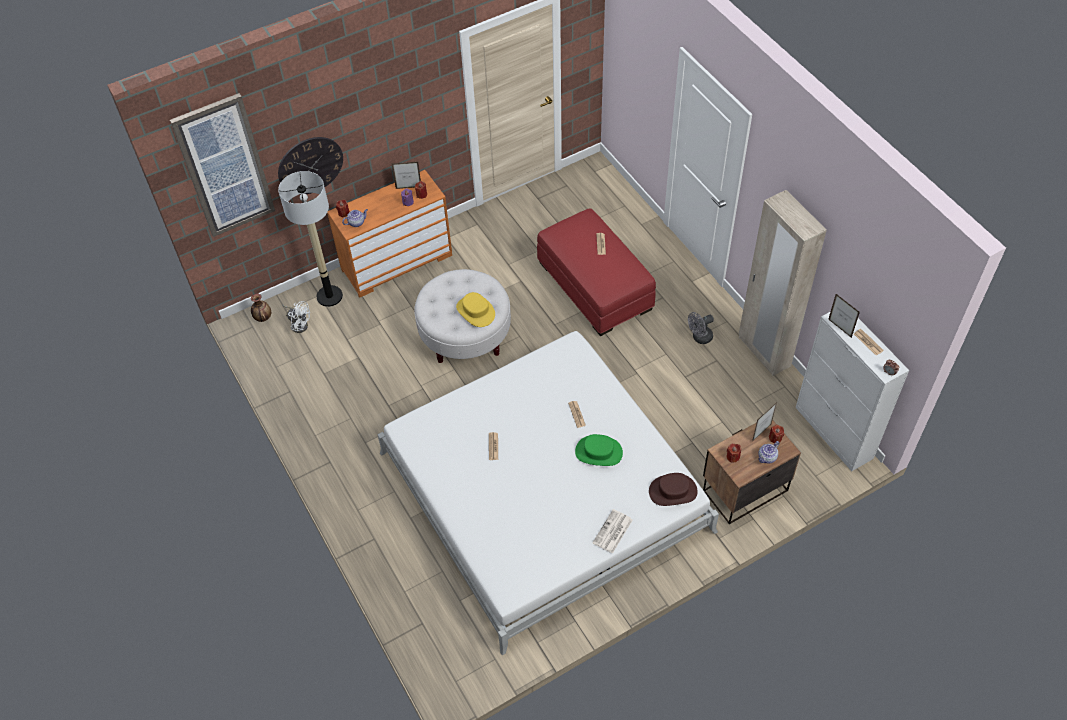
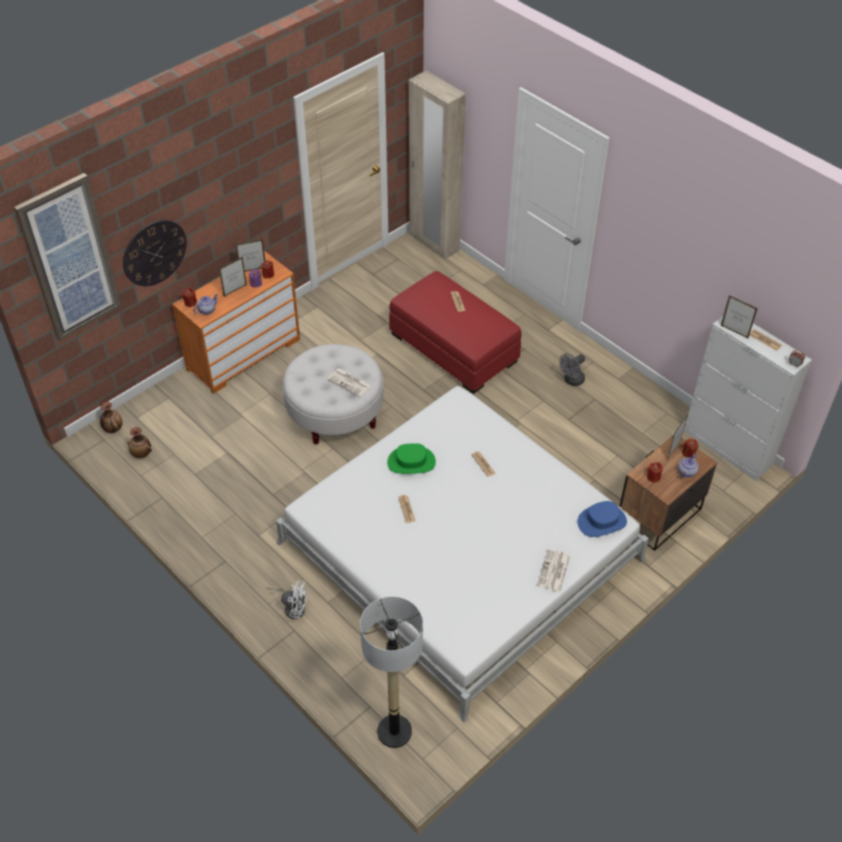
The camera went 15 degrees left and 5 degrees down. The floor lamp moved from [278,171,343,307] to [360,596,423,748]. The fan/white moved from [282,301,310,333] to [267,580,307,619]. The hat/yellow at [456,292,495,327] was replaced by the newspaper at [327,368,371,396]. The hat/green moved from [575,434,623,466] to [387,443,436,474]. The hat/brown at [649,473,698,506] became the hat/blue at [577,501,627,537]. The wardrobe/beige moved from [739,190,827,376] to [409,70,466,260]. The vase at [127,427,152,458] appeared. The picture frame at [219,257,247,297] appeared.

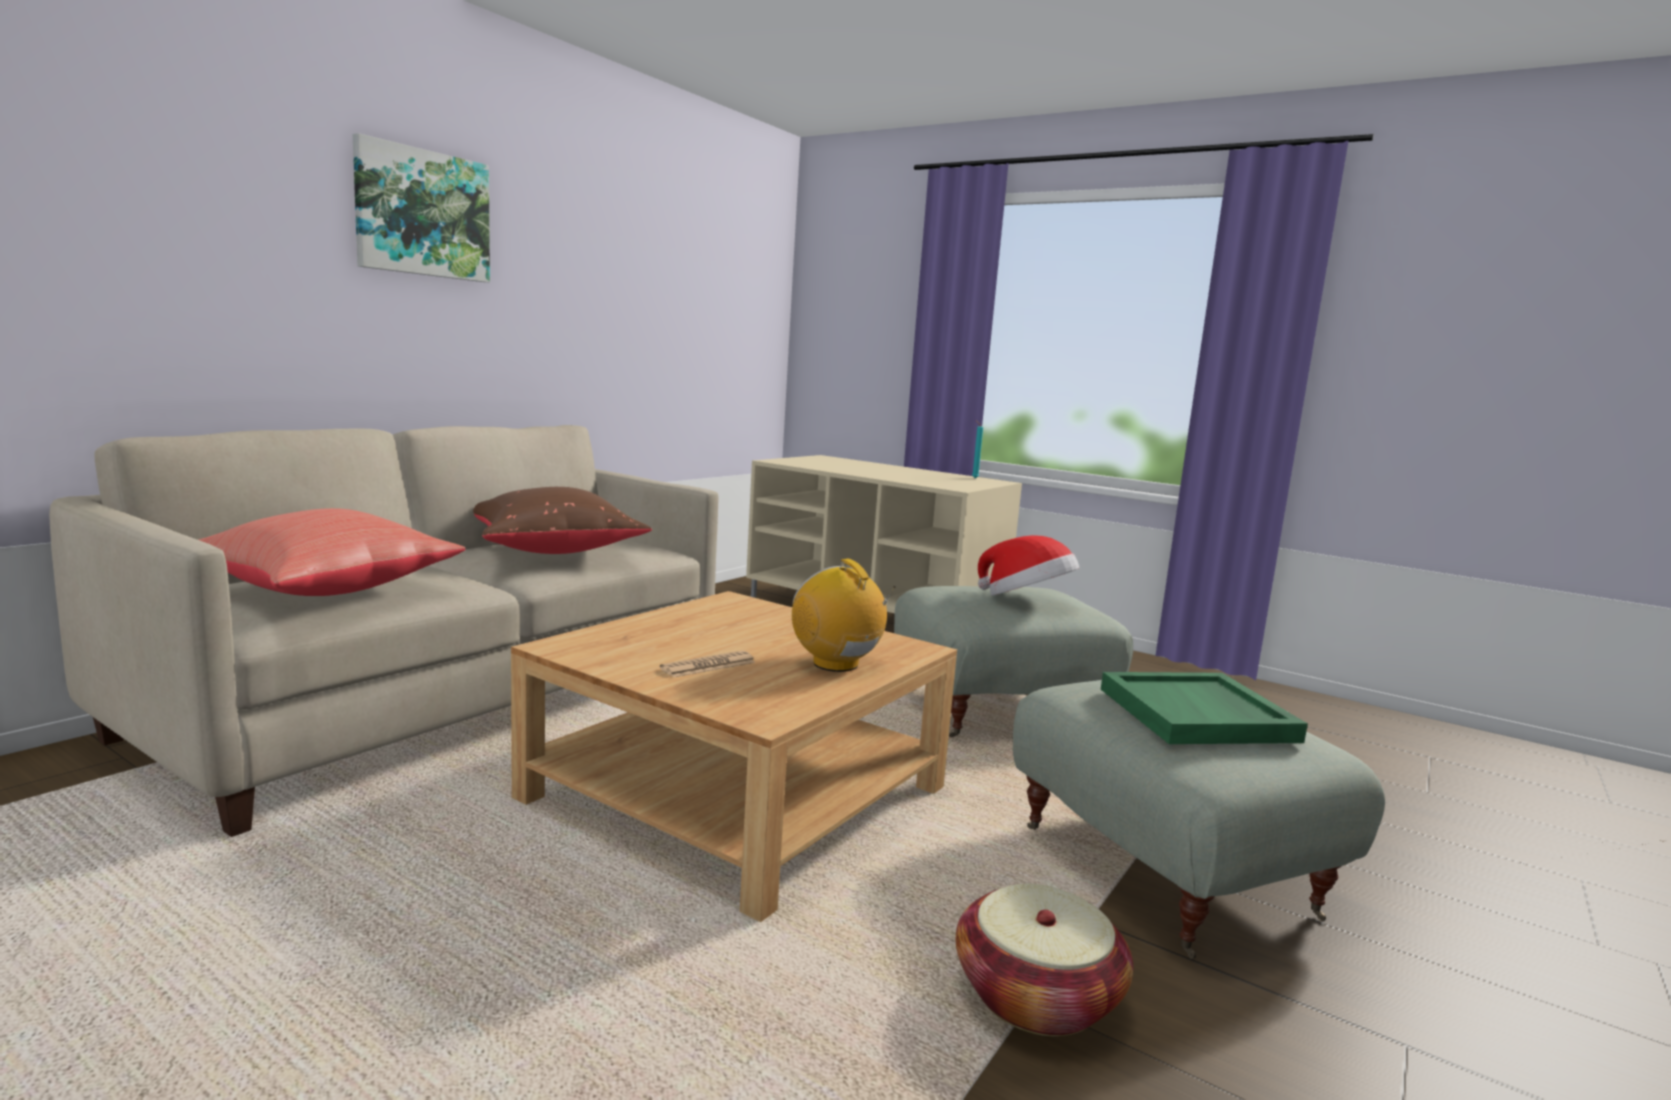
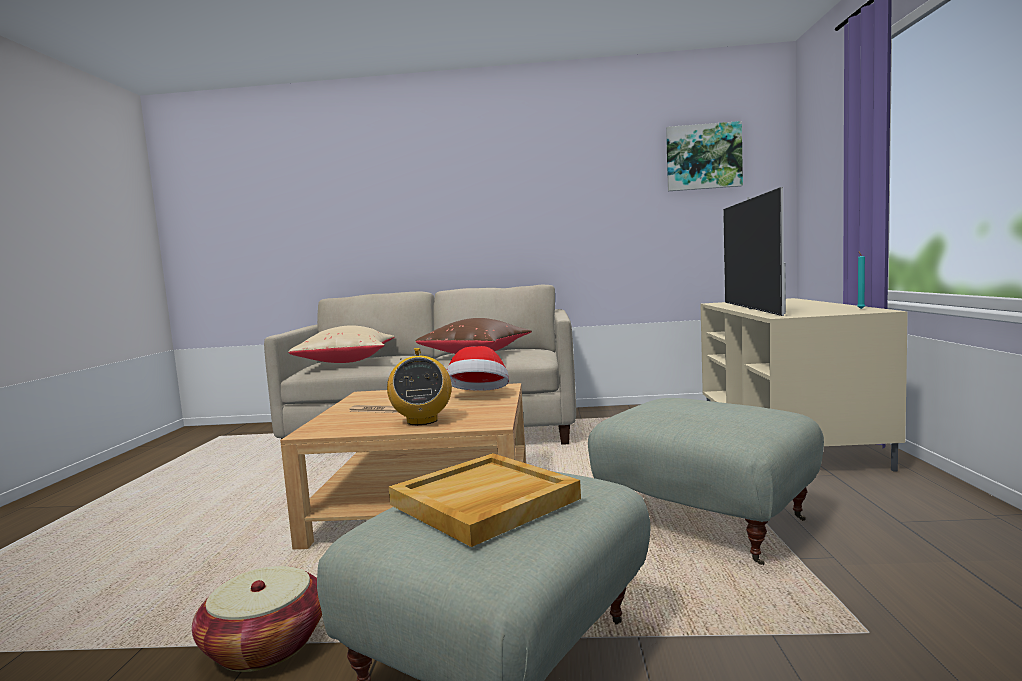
The camera went 60 degrees right and 5 degrees down. The pillow/red at [198,508,465,596] became the pillow/beige at [288,325,395,363]. The picture moved from [353,133,490,282] to [666,121,743,191]. The radio at [792,558,896,672] turned 150 degrees clockwise. The hat moved from [978,535,1079,595] to [447,346,509,391]. The tray/green at [1101,672,1308,744] became the tray/beige at [389,453,581,547]. The television at [723,187,786,316] appeared.

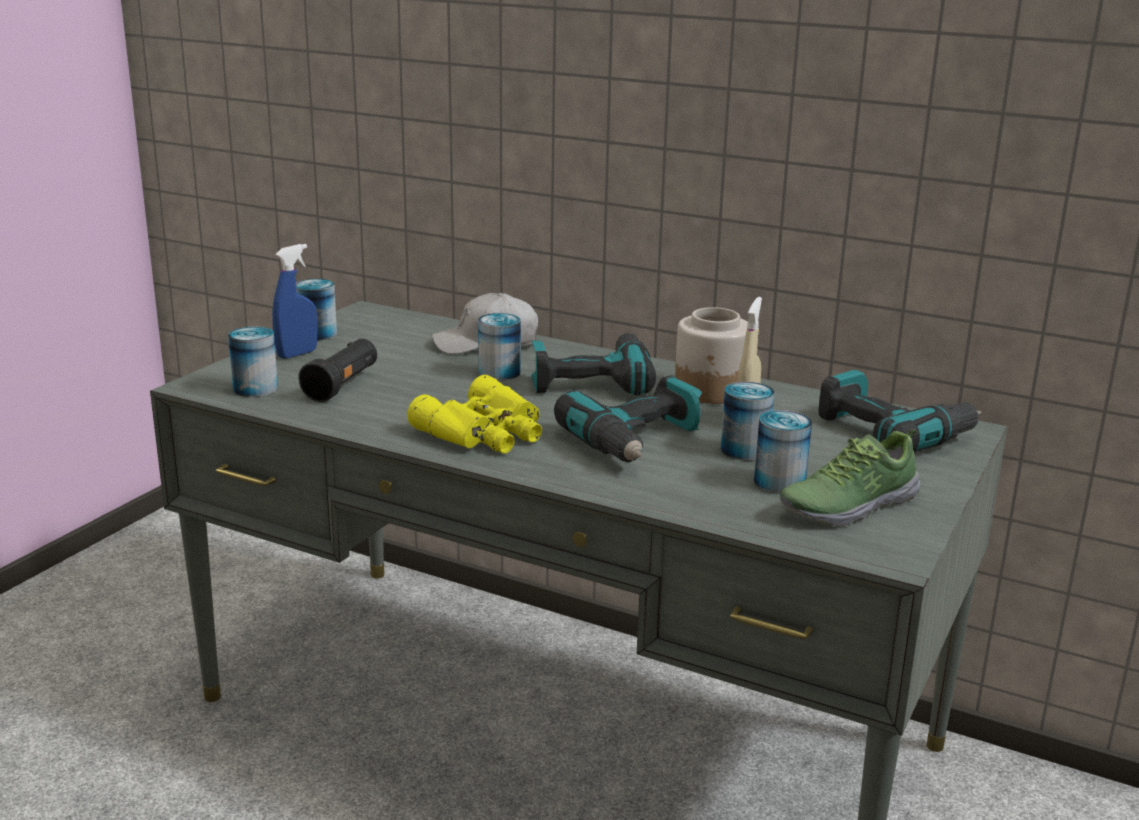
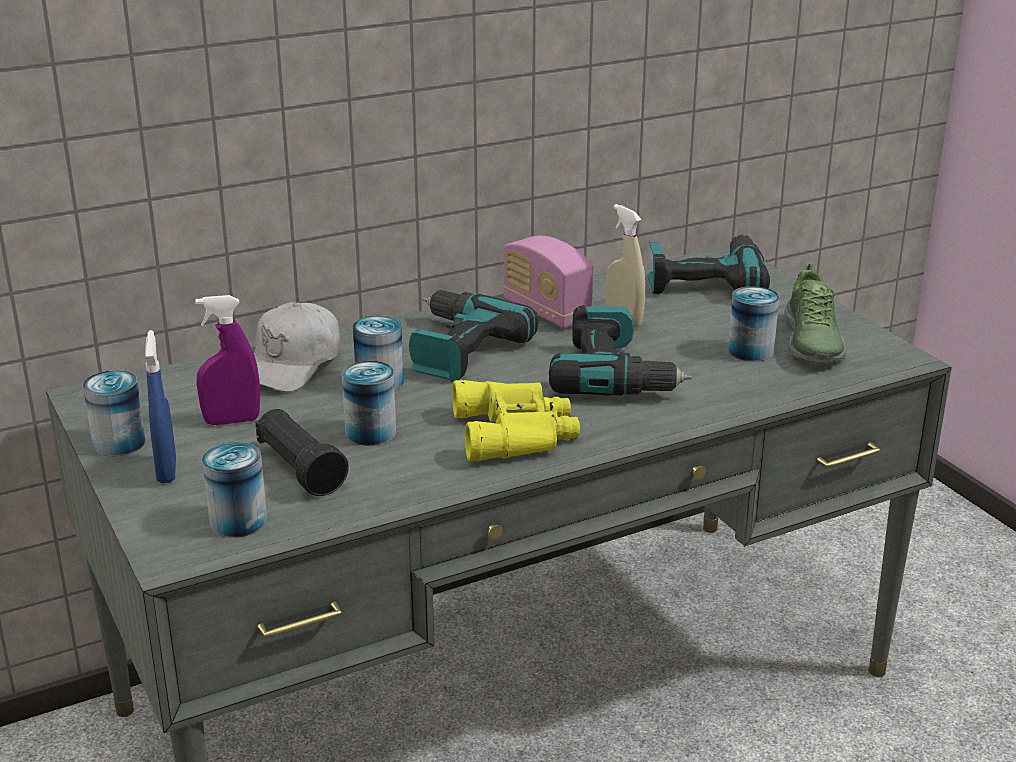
The camera went 55 degrees left and 5 degrees up. The jar at [675,307,747,404] was replaced by the radio at [503,236,593,328]. The can moved from [721,382,774,461] to [342,361,396,446]. The spray bottle/purple at [195,295,260,425] appeared.

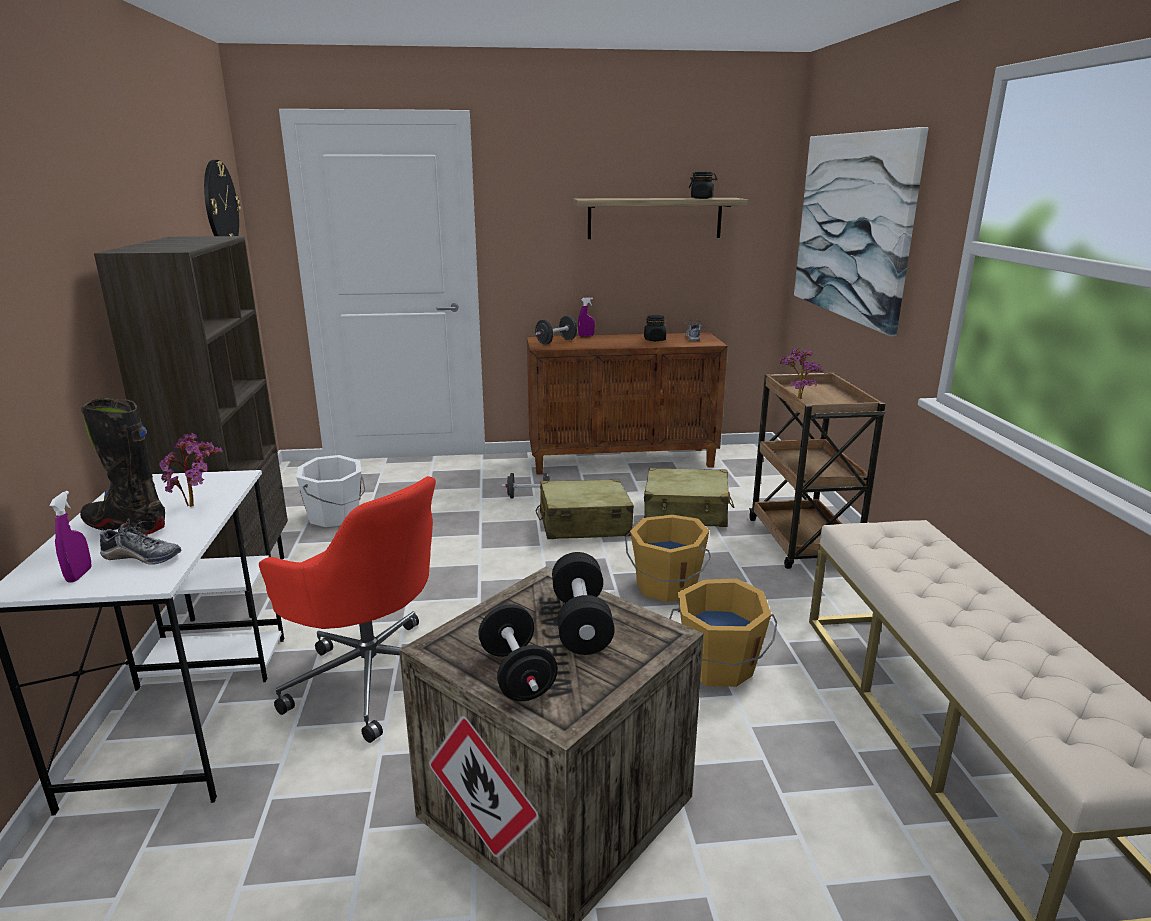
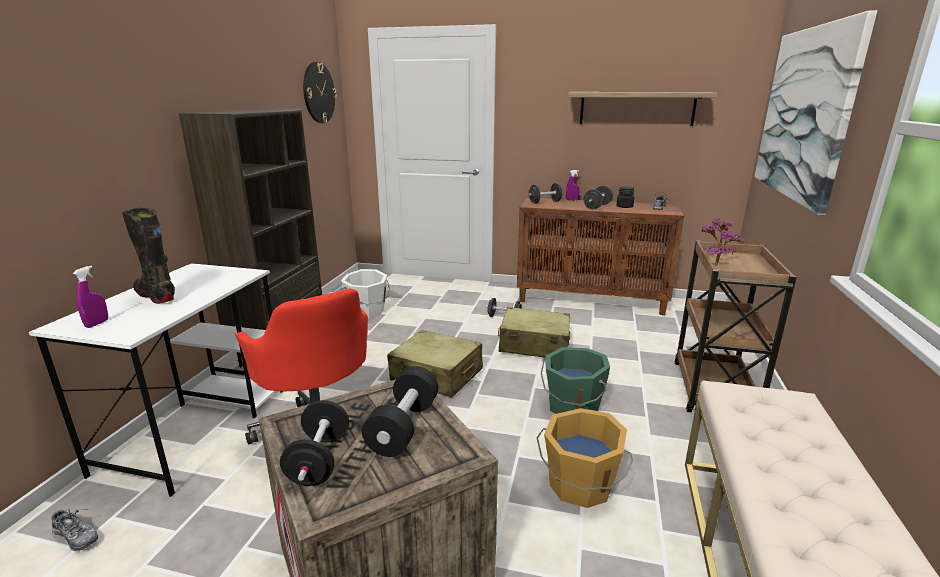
The camera went 20 degrees right and 0 degrees up. The shoe moved from [100,519,182,564] to [52,509,98,551]. The potted plant at [159,433,223,507] disappeared. The bucket/orange at [625,515,711,602] became the bucket/green at [541,347,610,414]. The suitcase/beige moved from [644,468,734,527] to [387,330,483,398]. The jar/black at [689,172,717,199] disappeared. The dumbbell/black at [584,186,613,210] appeared.

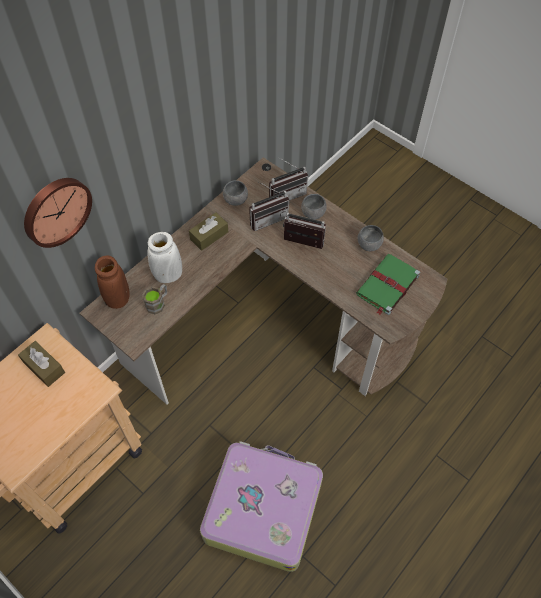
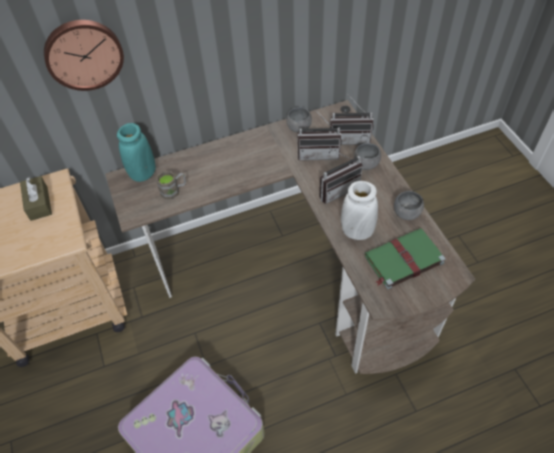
The camera went 30 degrees right and 5 degrees down. The vase/brown at [95,256,130,309] became the vase/turquoise at [117,123,156,182]. The vase/white moved from [147,232,182,283] to [341,181,378,240]. The tissue box/brown at [189,212,228,251] disappeared. The radio at [283,213,326,249] turned 105 degrees clockwise.

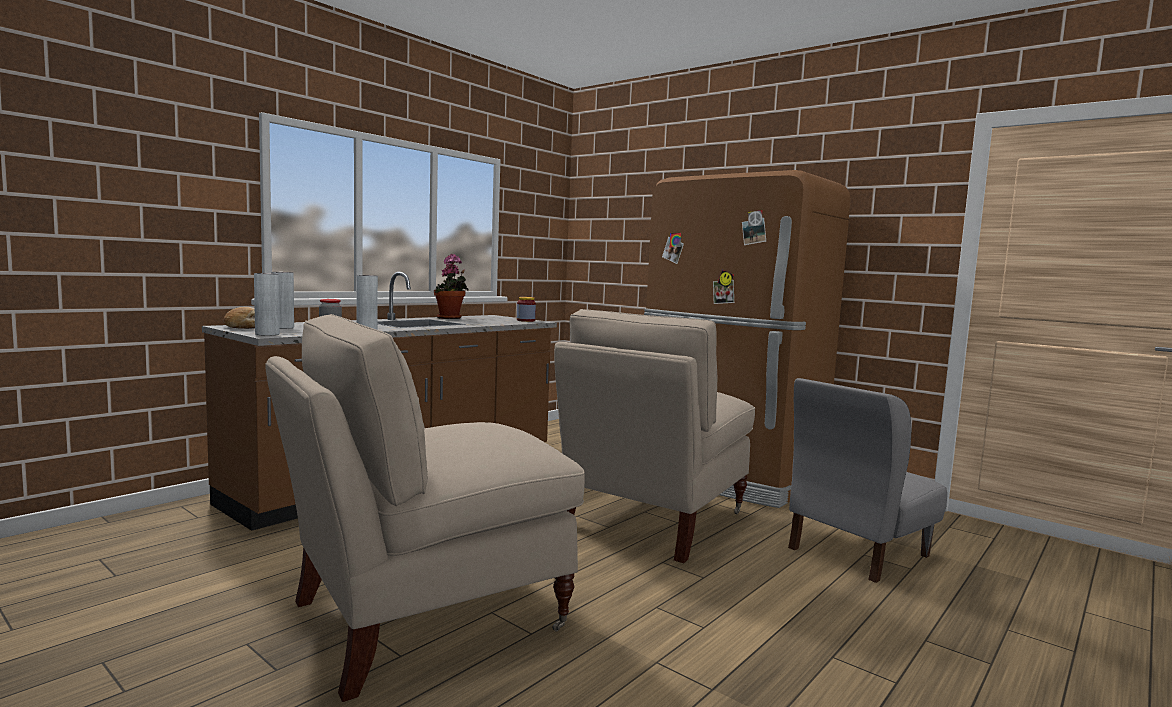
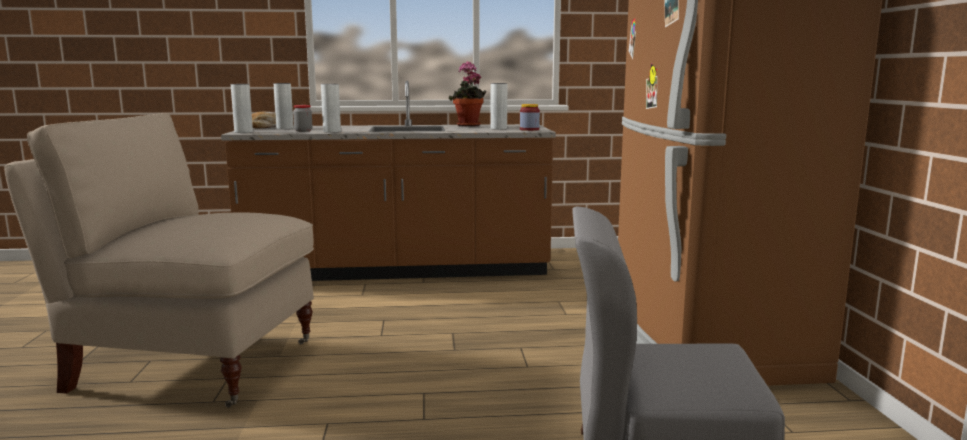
The camera went 45 degrees right and 5 degrees up. The chair/beige at [554,309,755,563] disappeared. The vase/grey at [491,83,507,129] appeared.

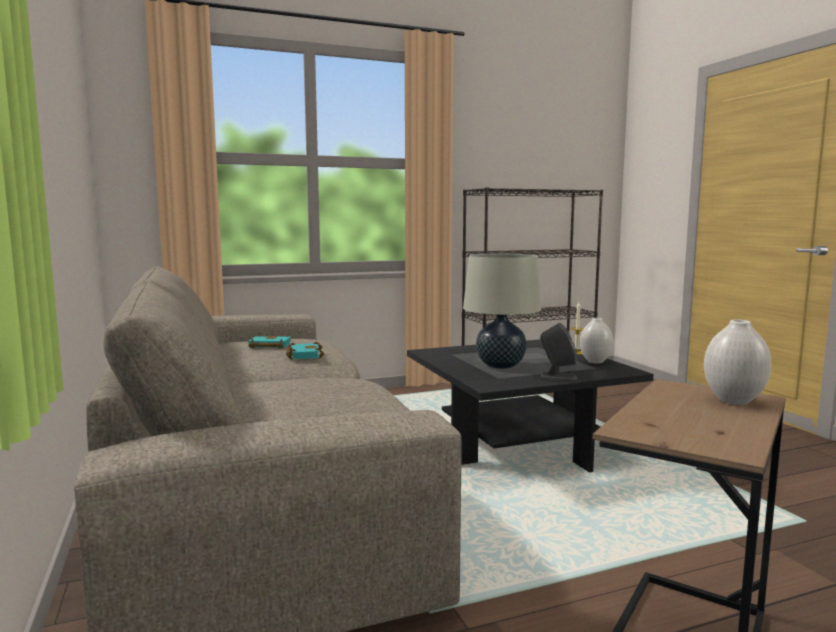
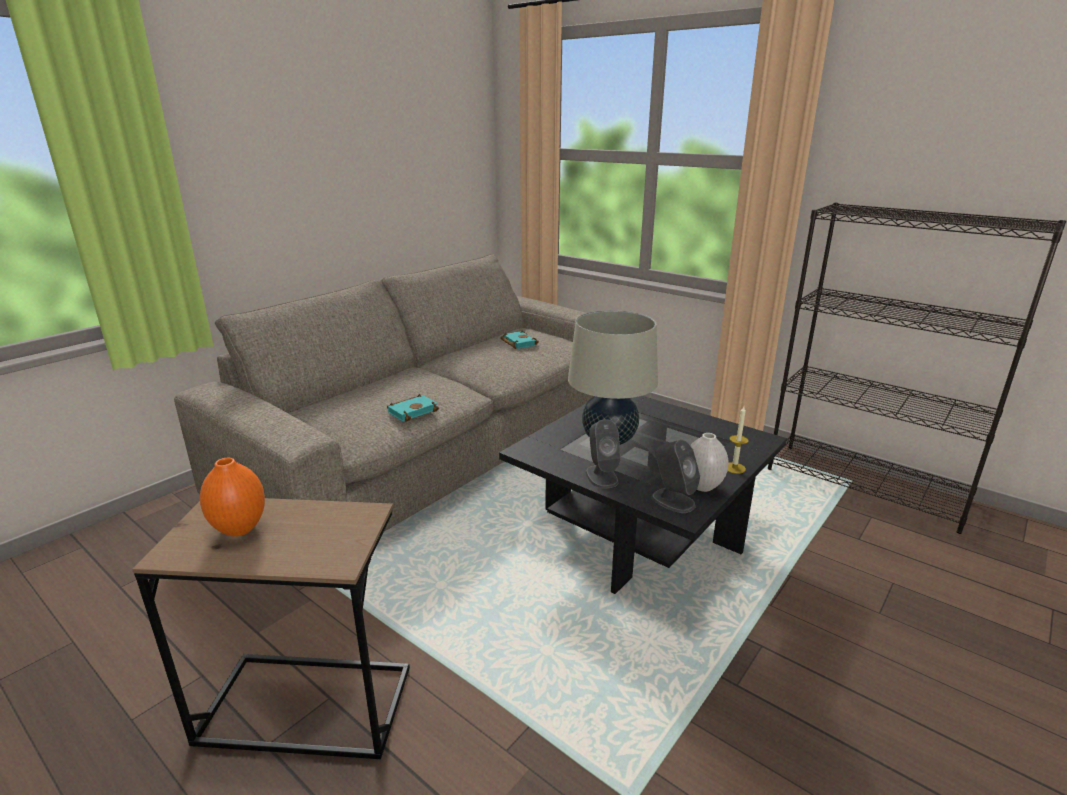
The camera went 60 degrees right and 15 degrees up. The book/turquoise moved from [286,342,324,360] to [387,394,439,422]. The vase/white at [704,319,772,405] disappeared. The vase/orange at [200,458,265,537] appeared. The speaker/grey at [651,440,700,513] appeared.

